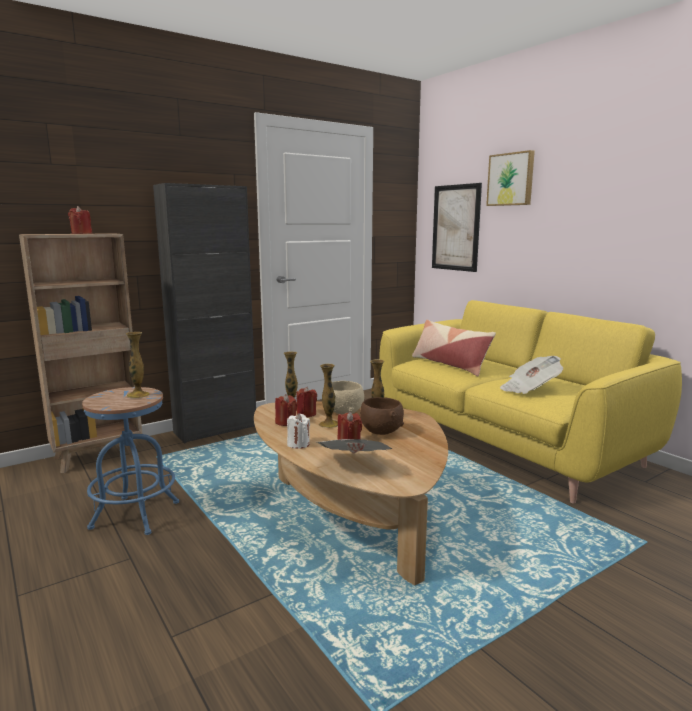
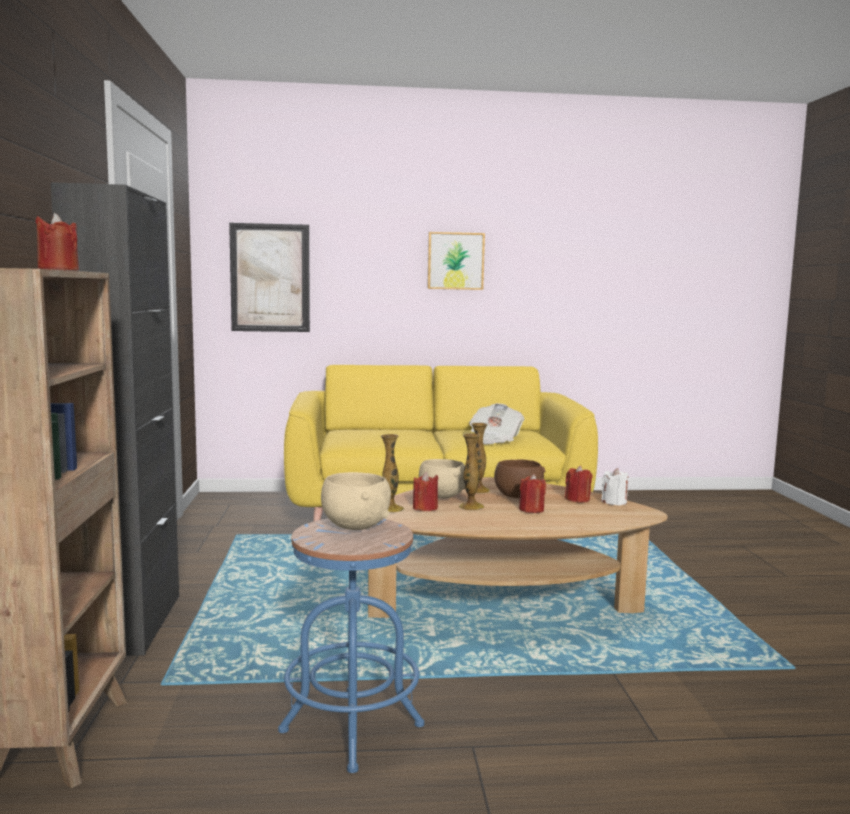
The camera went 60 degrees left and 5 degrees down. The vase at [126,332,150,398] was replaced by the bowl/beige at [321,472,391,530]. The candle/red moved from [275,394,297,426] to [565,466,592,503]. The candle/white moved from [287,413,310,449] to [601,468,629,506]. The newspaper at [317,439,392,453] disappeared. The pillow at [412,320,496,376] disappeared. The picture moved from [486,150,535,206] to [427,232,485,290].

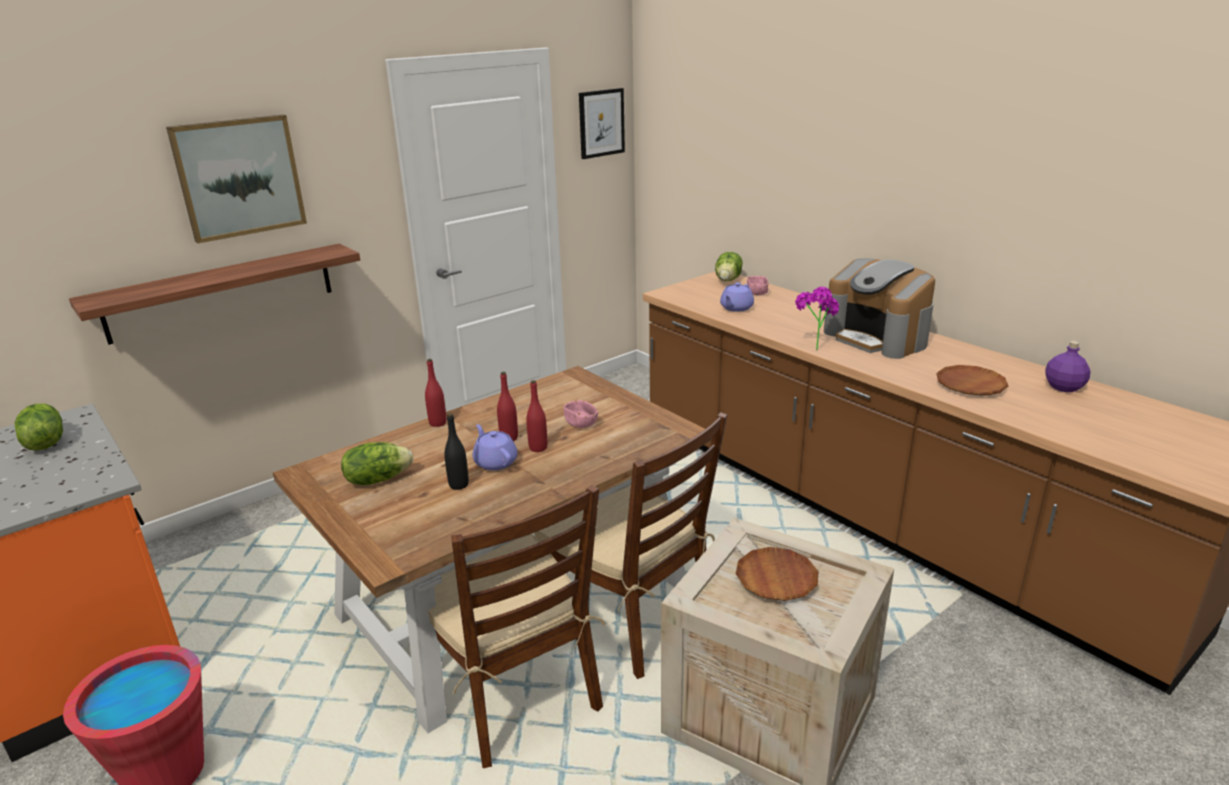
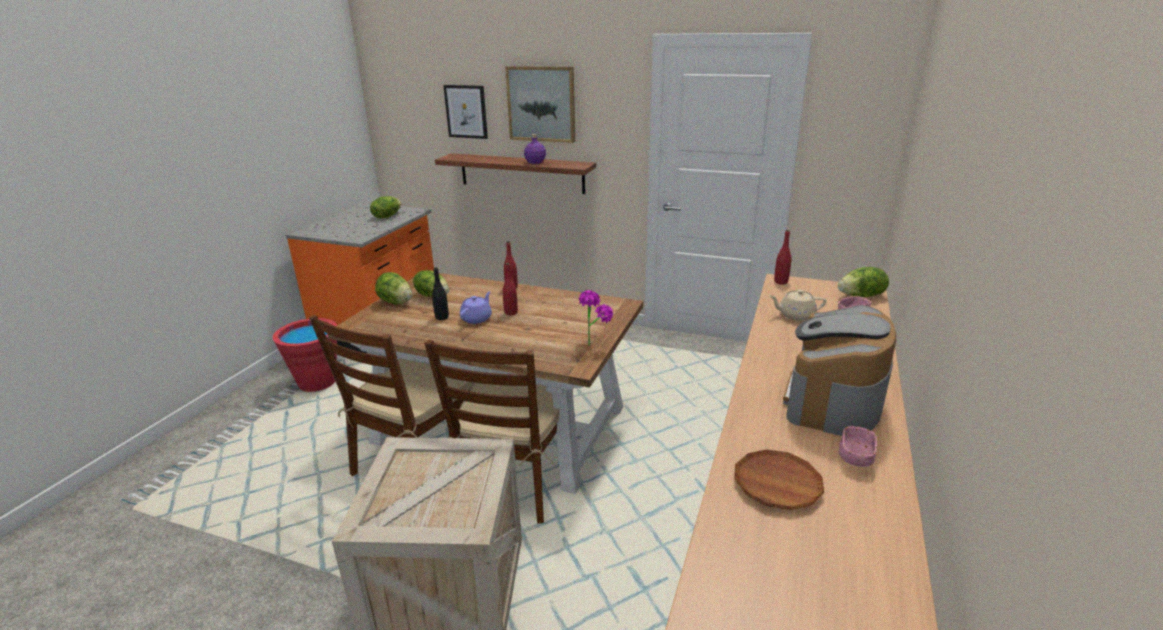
The camera went 60 degrees right and 0 degrees up. The bottle/red moved from [526,380,547,452] to [774,230,791,284]. The bowl/pink moved from [563,400,598,428] to [839,426,877,467]. The picture moved from [579,88,625,159] to [443,85,488,139]. The teapot/purple at [720,282,754,312] became the teapot/beige at [769,289,826,321]. The plate/brown at [736,547,818,601] disappeared. The potted plant moved from [795,287,840,350] to [579,290,613,346]. The bottle/purple moved from [1045,341,1091,392] to [524,134,546,164]. The lettuce at [375,272,412,304] appeared.

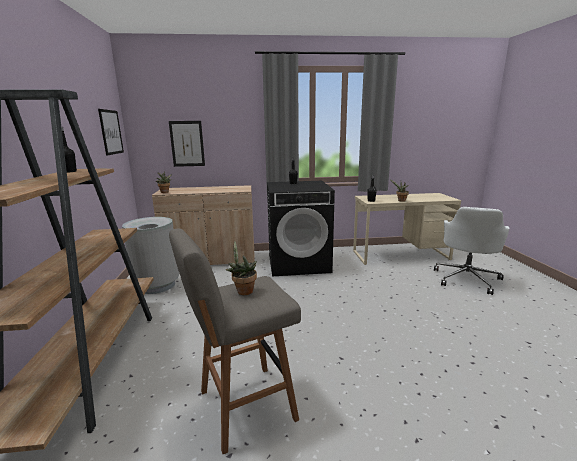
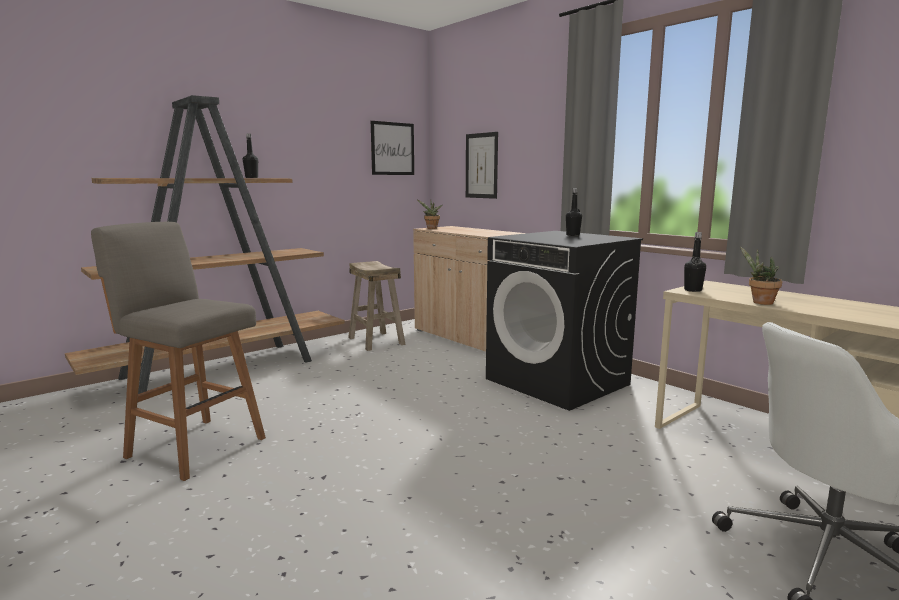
The camera went 55 degrees right and 5 degrees down. The trash can/grey at [122,217,179,294] was replaced by the stool/beige at [348,261,406,351]. The potted plant at [225,241,257,295] disappeared.

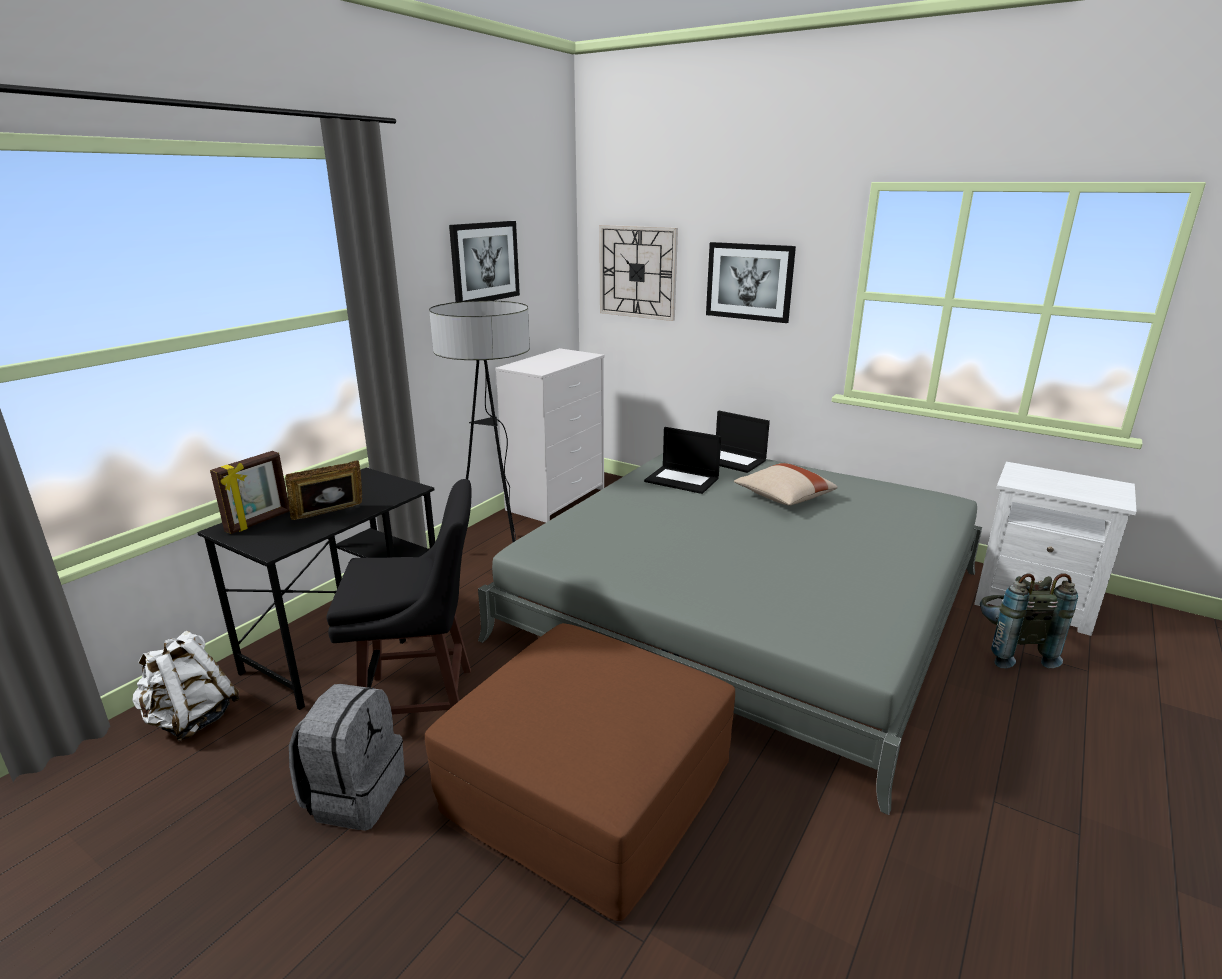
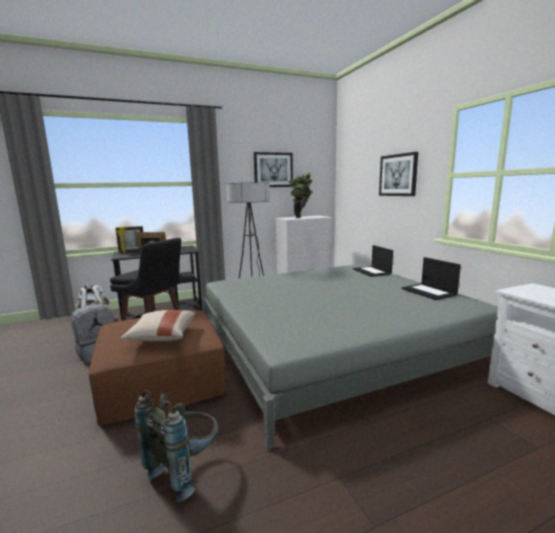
The camera went 35 degrees right and 10 degrees down. The wall clock at [599,225,678,321] disappeared. The laptop moved from [644,427,721,494] to [402,257,461,300]. The pillow/beige moved from [734,463,838,506] to [120,310,195,341]. The backpack/grey moved from [980,573,1078,668] to [135,390,218,502]. The potted plant at [289,173,312,218] appeared.

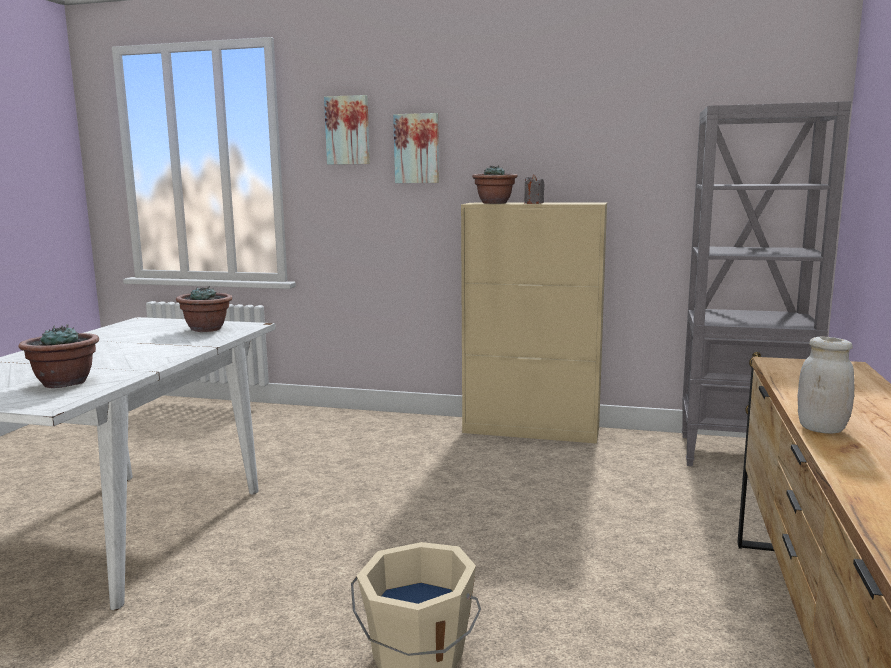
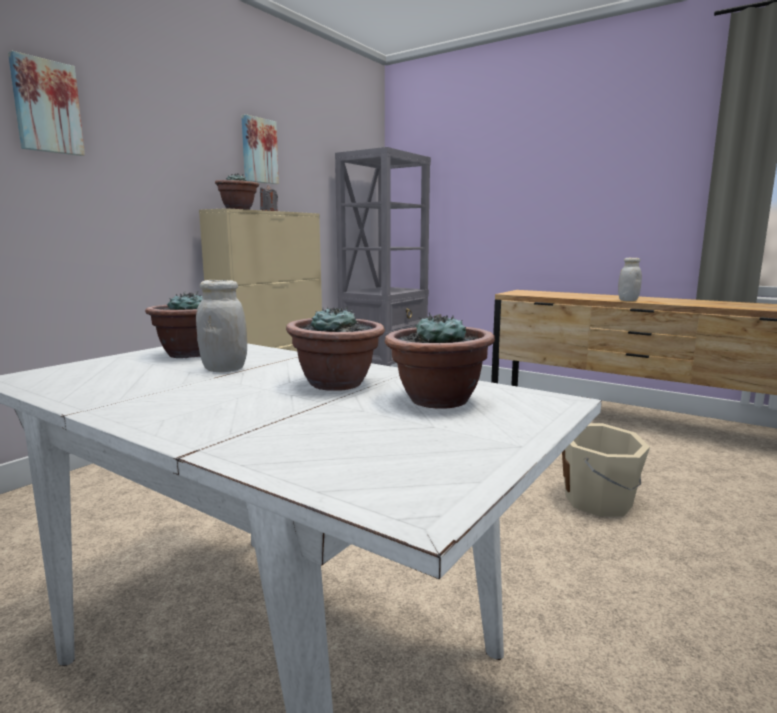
The camera went 70 degrees left and 0 degrees up. The picture moved from [393,113,439,183] to [241,114,279,184]. The jar/white at [196,280,247,372] appeared. The potted plant at [286,306,385,391] appeared.

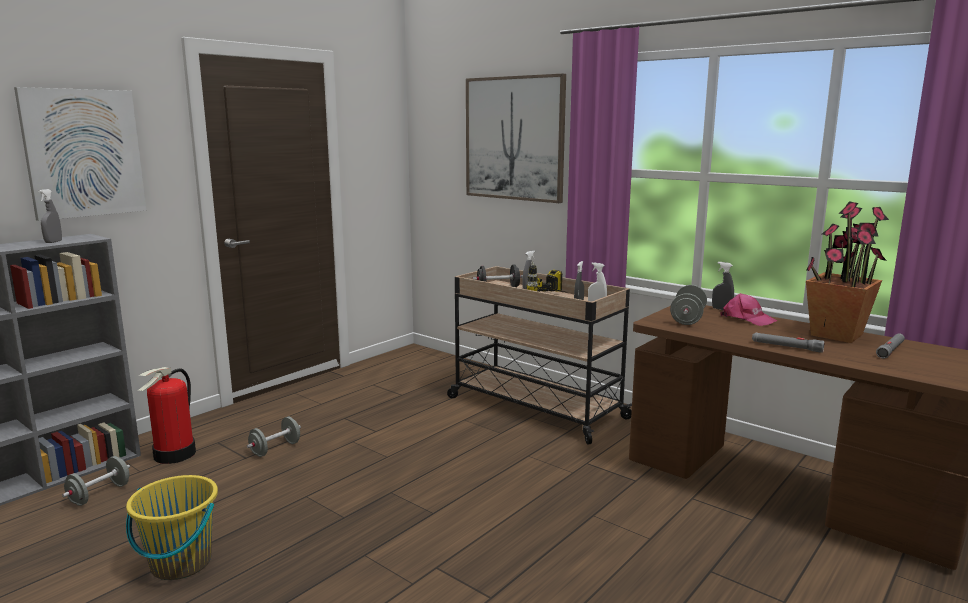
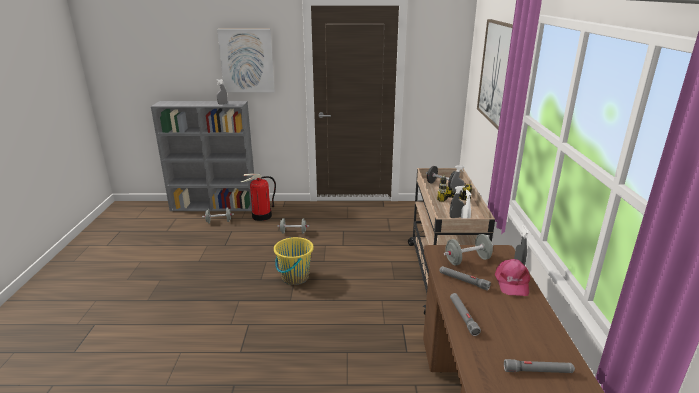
The camera went 50 degrees right and 10 degrees up. The bucket/yellow moved from [126,475,218,580] to [274,237,314,285]. The potted plant at [806,201,889,343] disappeared. The flashlight/grey at [439,266,491,290] appeared.

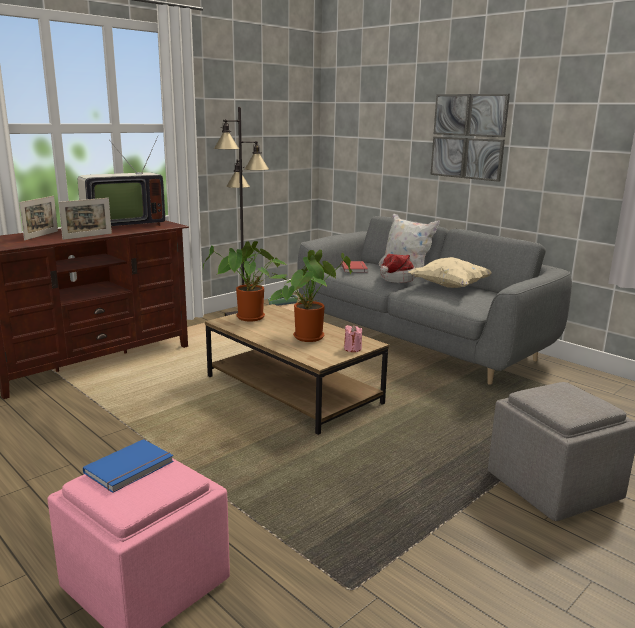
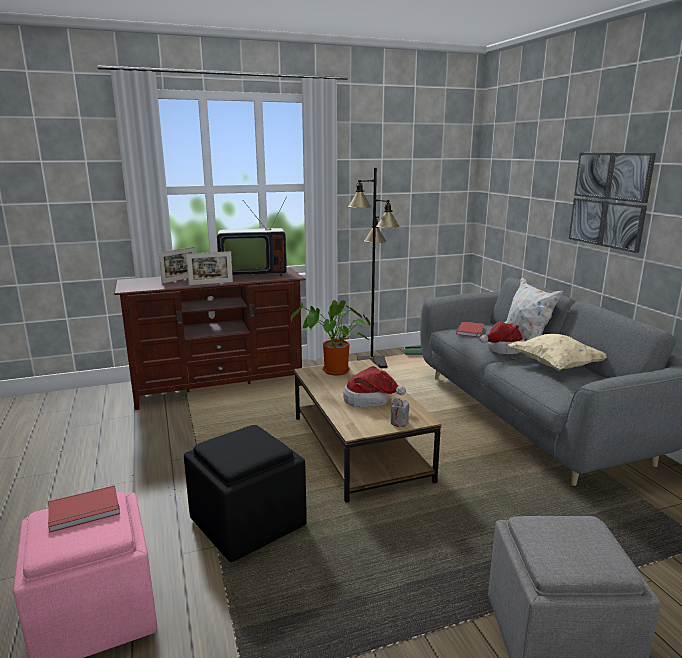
The camera went 25 degrees right and 0 degrees up. The book/blue at [83,439,174,493] became the book/red at [48,485,120,533]. The potted plant at [270,250,352,342] was replaced by the hat at [343,366,406,407]. The candle/pink at [344,325,362,352] became the candle/grey at [391,398,409,427]. The ottoman/black at [184,425,307,562] appeared.

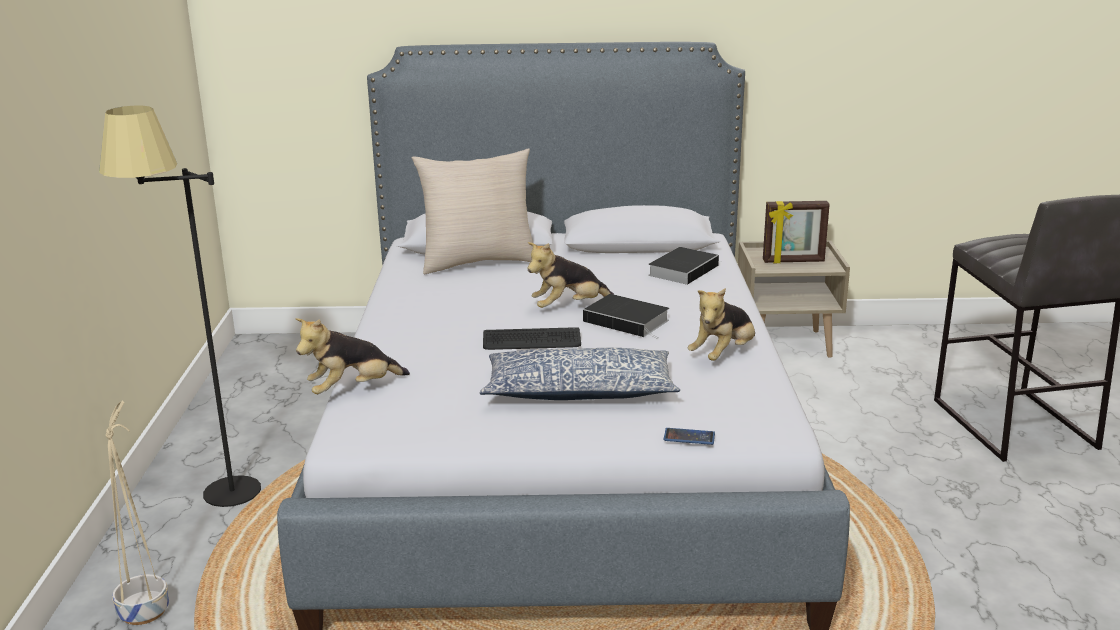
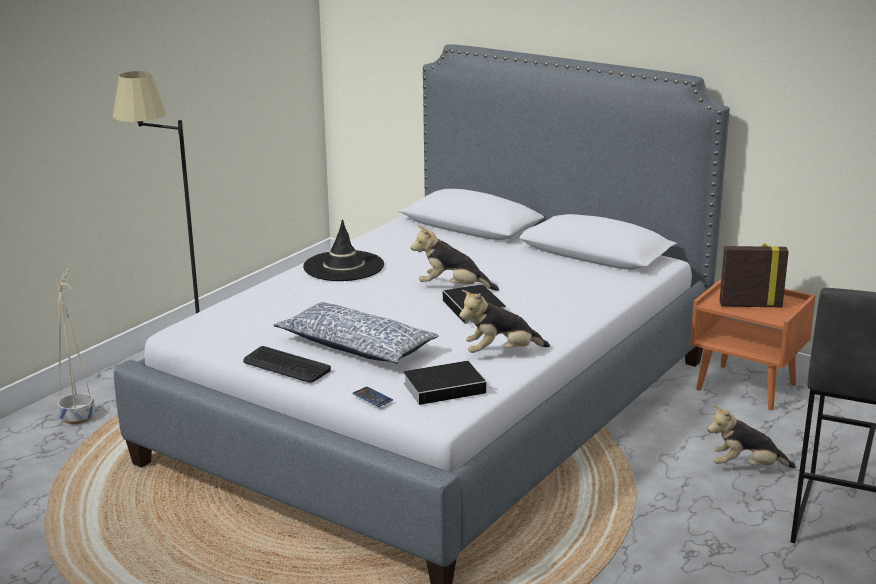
The camera went 35 degrees right and 0 degrees up. The plush toy moved from [295,318,410,394] to [708,405,796,468]. The pillow/beige at [412,148,533,274] disappeared. The keyboard moved from [483,327,581,350] to [243,346,331,382]. The book moved from [648,247,719,285] to [403,361,497,405]. The nightstand/beige at [738,241,850,358] became the nightstand/orange at [690,279,816,410]. The picture frame at [763,201,830,263] turned 150 degrees clockwise. The hat/black at [303,219,384,281] appeared.

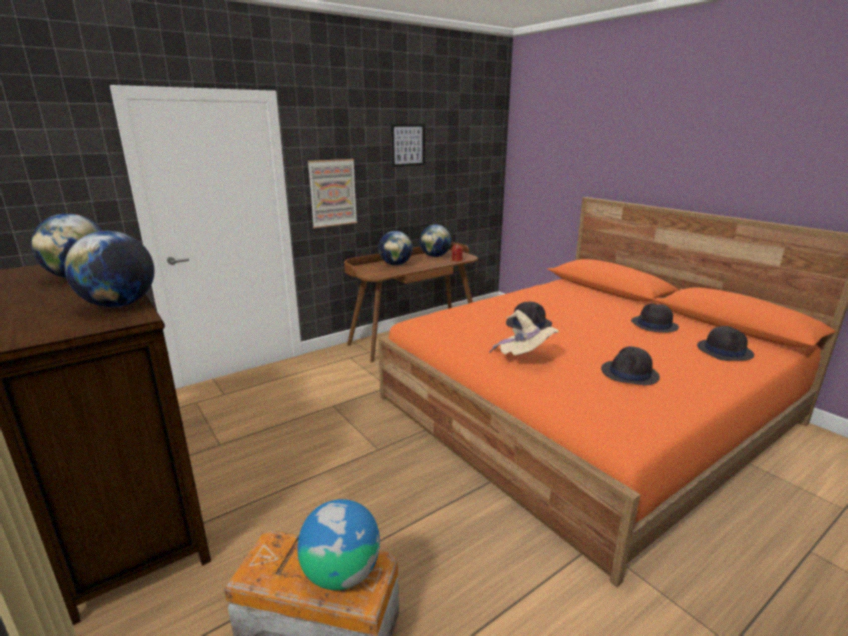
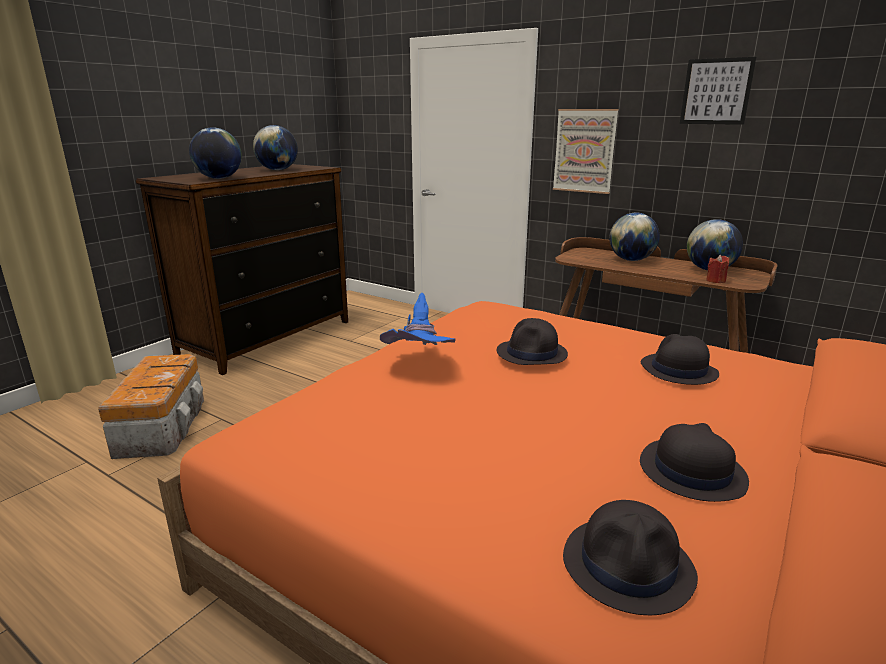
The camera went 70 degrees right and 0 degrees up. The globe at [298,499,380,590] disappeared. The hat/beige at [489,309,559,355] became the hat/blue at [380,293,455,345]. The hat/black moved from [601,346,660,385] to [641,334,719,385].

